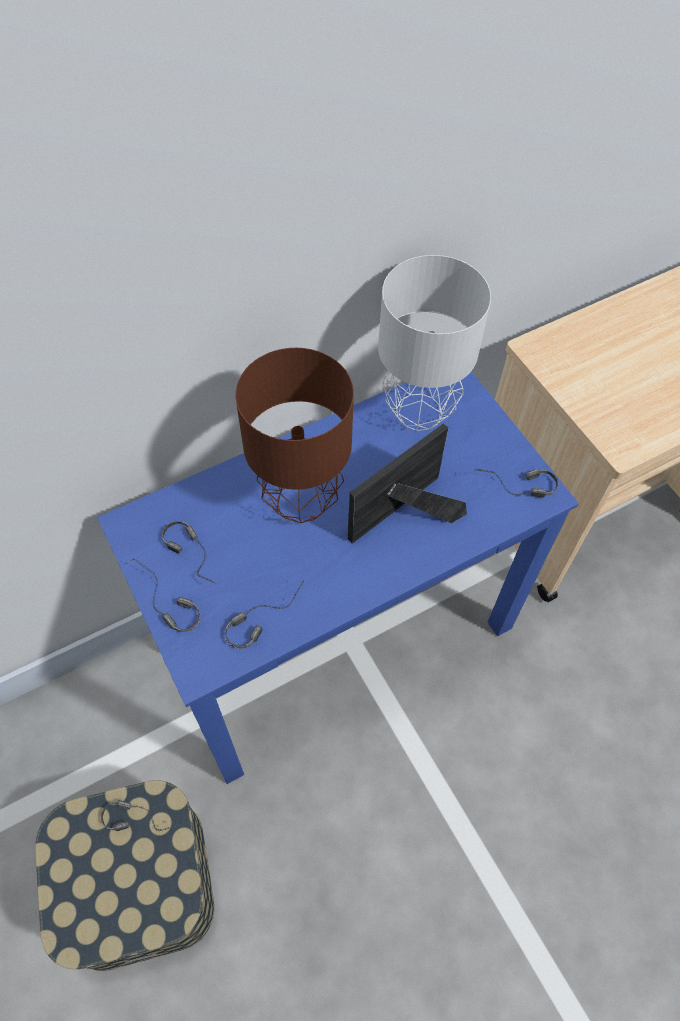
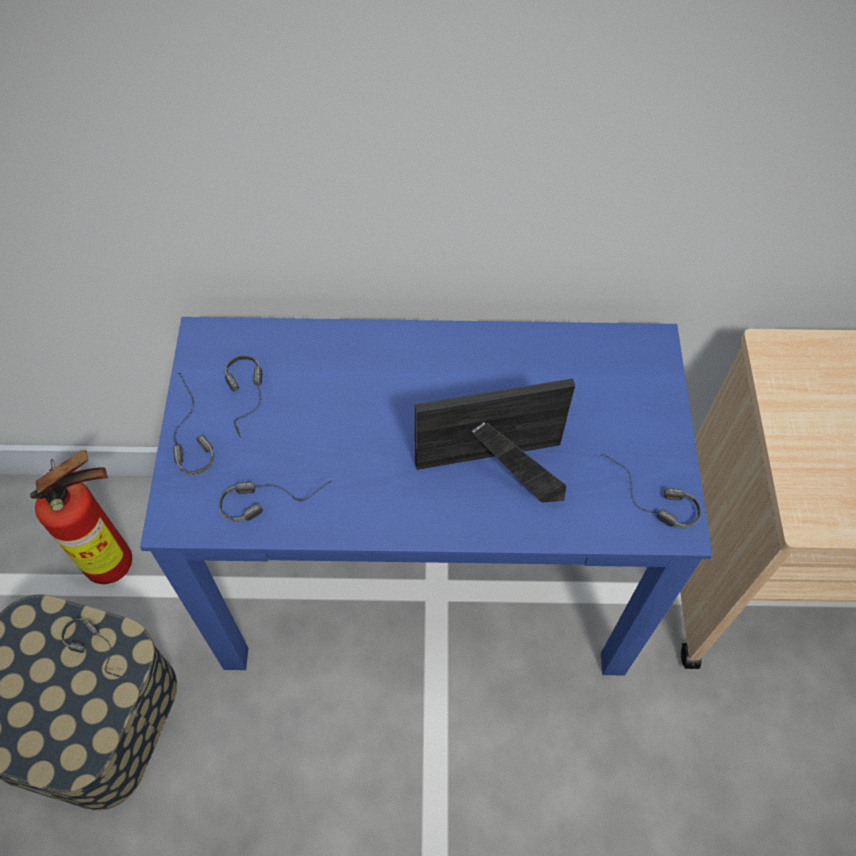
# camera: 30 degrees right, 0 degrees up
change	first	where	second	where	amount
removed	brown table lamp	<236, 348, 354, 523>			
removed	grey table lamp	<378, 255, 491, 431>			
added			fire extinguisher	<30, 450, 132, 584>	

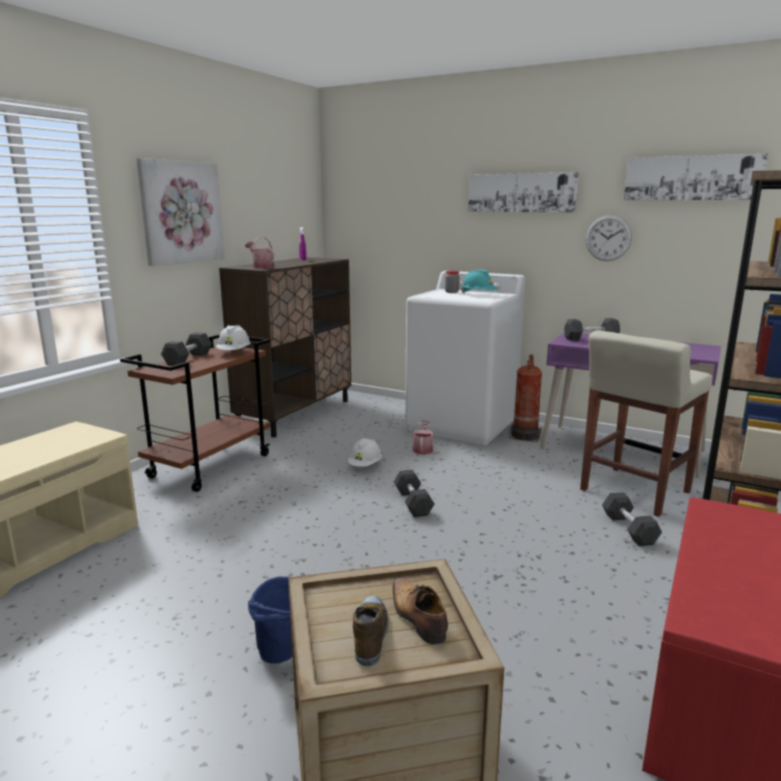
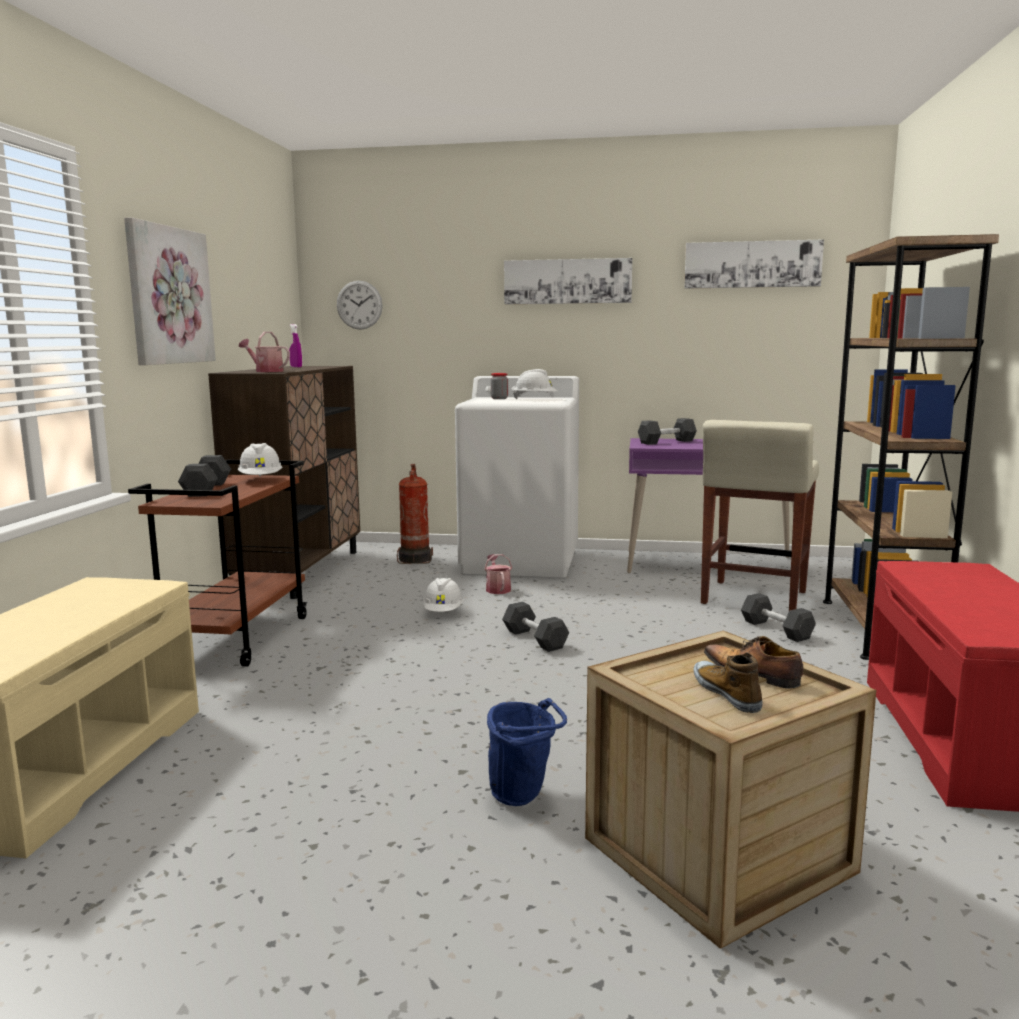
# camera: 20 degrees left, 5 degrees down
change	first	where	second	where	amount
recoloured	turquoise hard hat	<461, 270, 498, 294>	white hard hat	<513, 369, 558, 399>	
moved	fire extinguisher	<509, 354, 542, 442>		<397, 464, 433, 564>	
moved	wall clock	<586, 215, 632, 261>		<337, 281, 383, 330>	

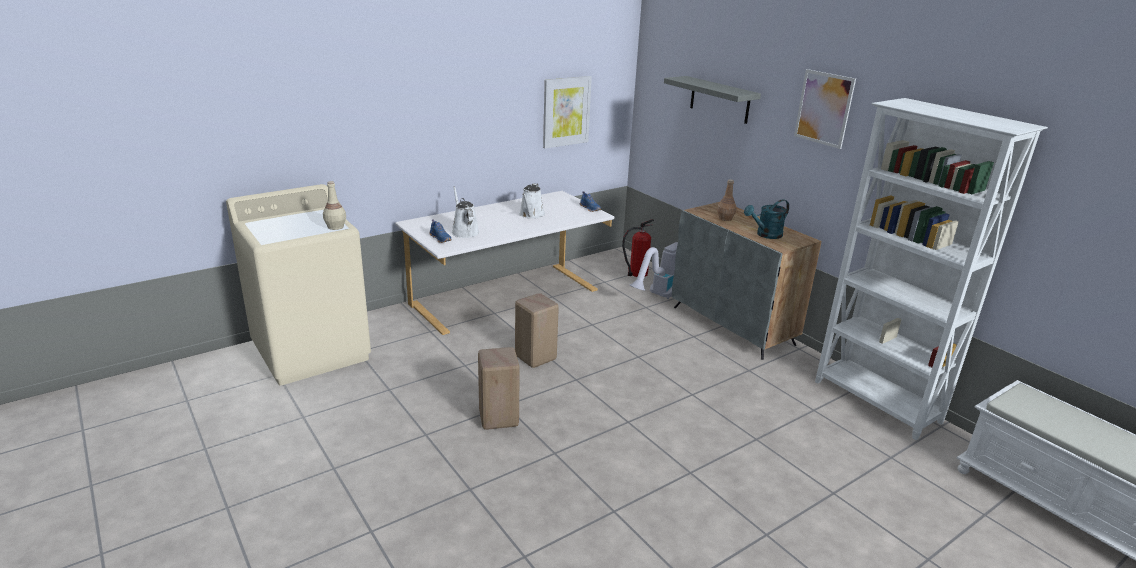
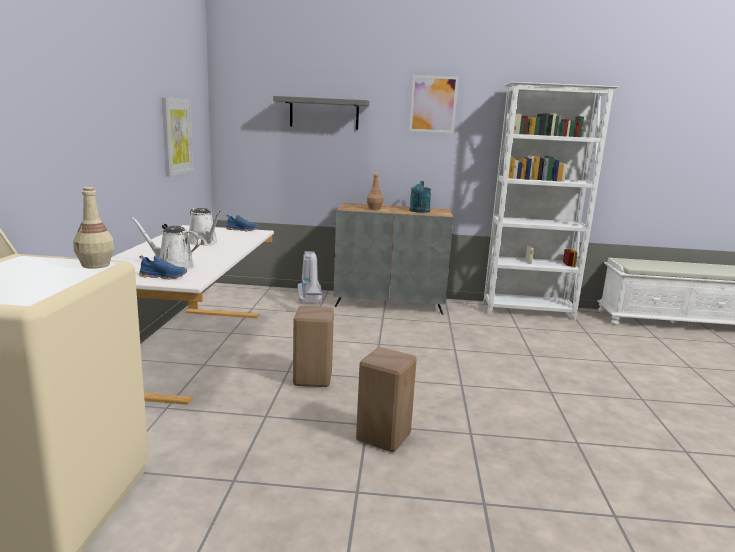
# camera: 50 degrees left, 10 degrees down
change	first	where	second	where	amount
removed	fire extinguisher	<622, 219, 654, 277>			

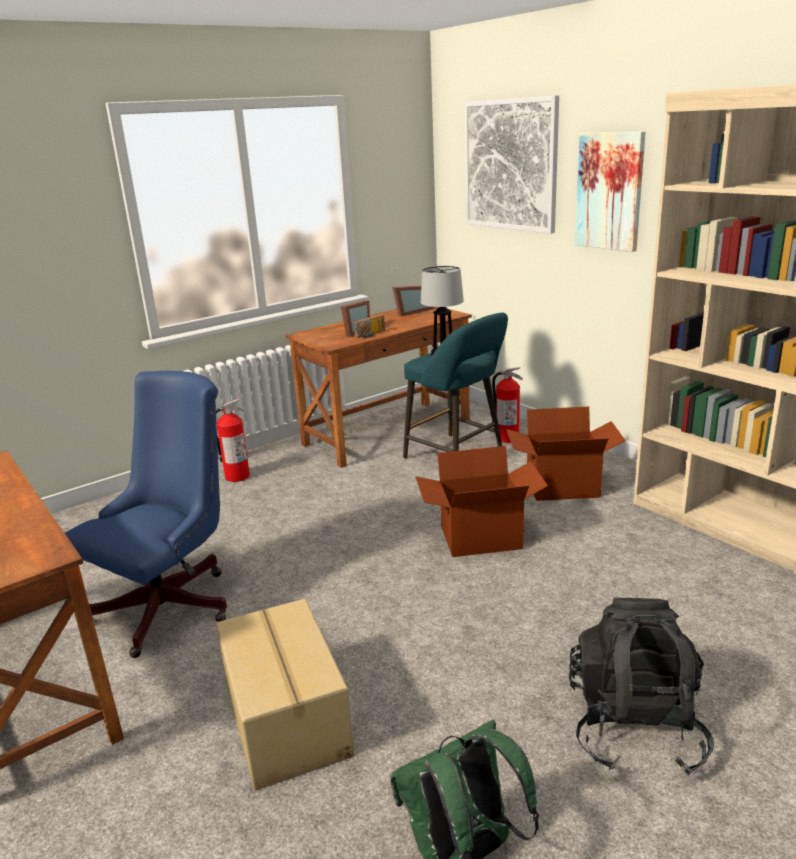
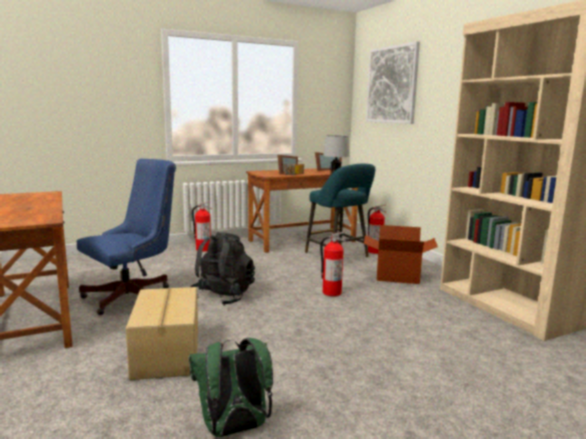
# camera: 10 degrees right, 10 degrees down
change	first	where	second	where	amount
replaced	cardboard box	<415, 446, 548, 557>	fire extinguisher	<320, 232, 346, 296>	
moved	black backpack	<569, 598, 714, 776>		<190, 232, 255, 306>	
removed	picture	<575, 131, 646, 252>			

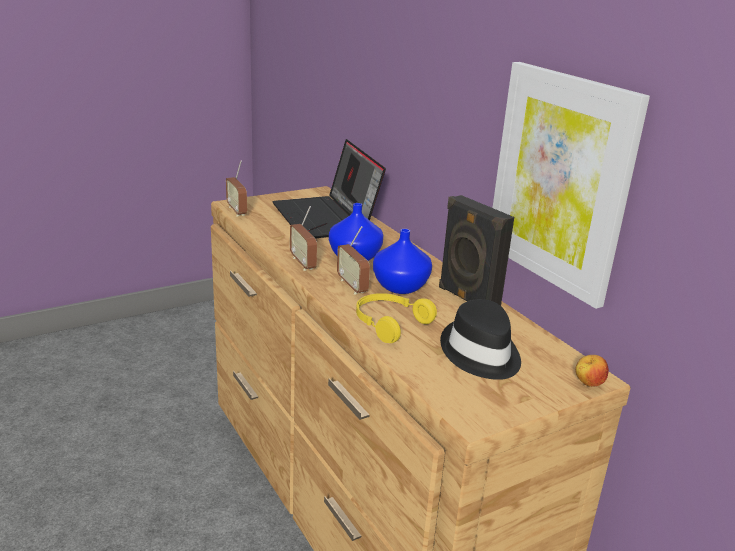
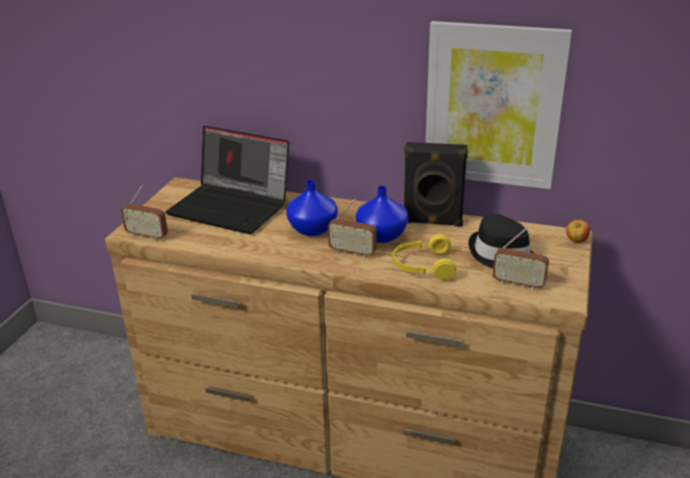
# camera: 40 degrees left, 5 degrees up
change	first	where	second	where	amount
moved	radio	<290, 206, 317, 271>		<493, 227, 549, 291>	

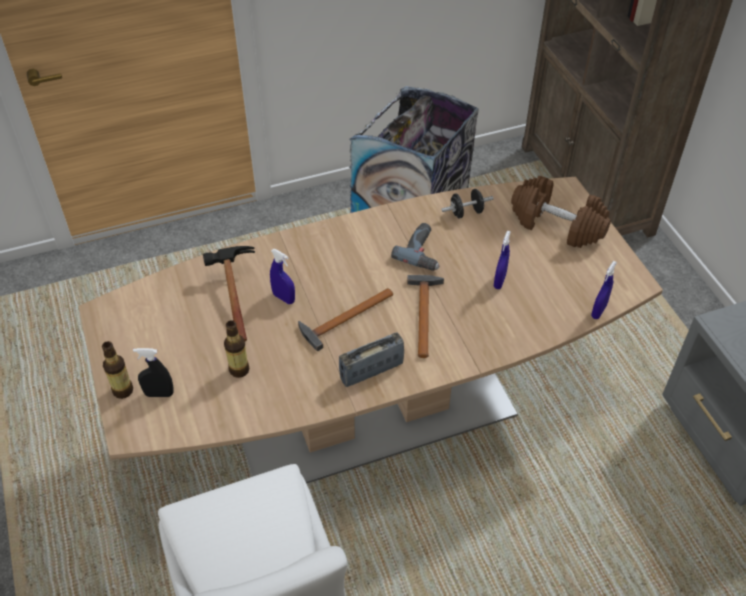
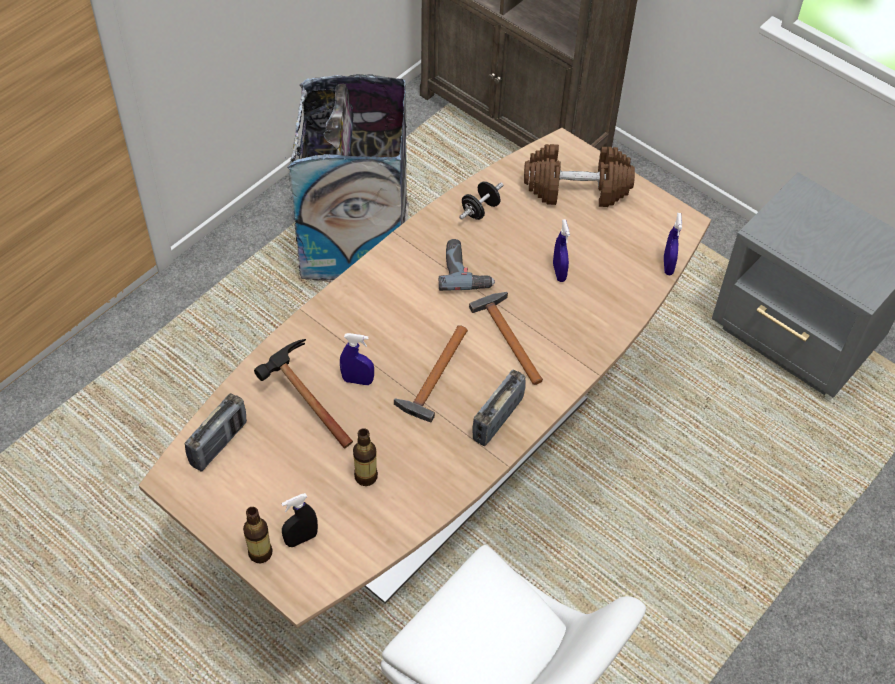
# camera: 30 degrees left, 5 degrees up
change	first	where	second	where	amount
added			radio	<185, 393, 247, 472>	

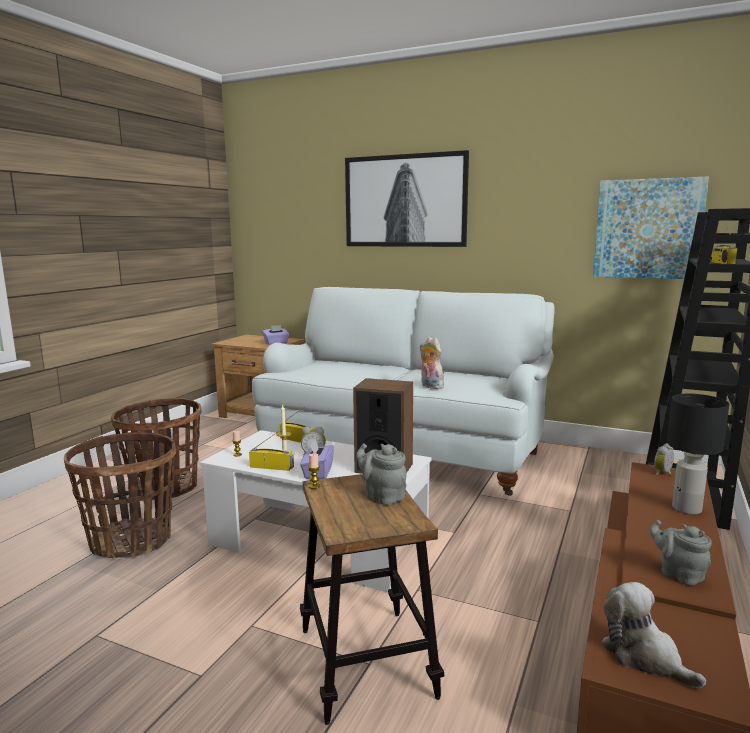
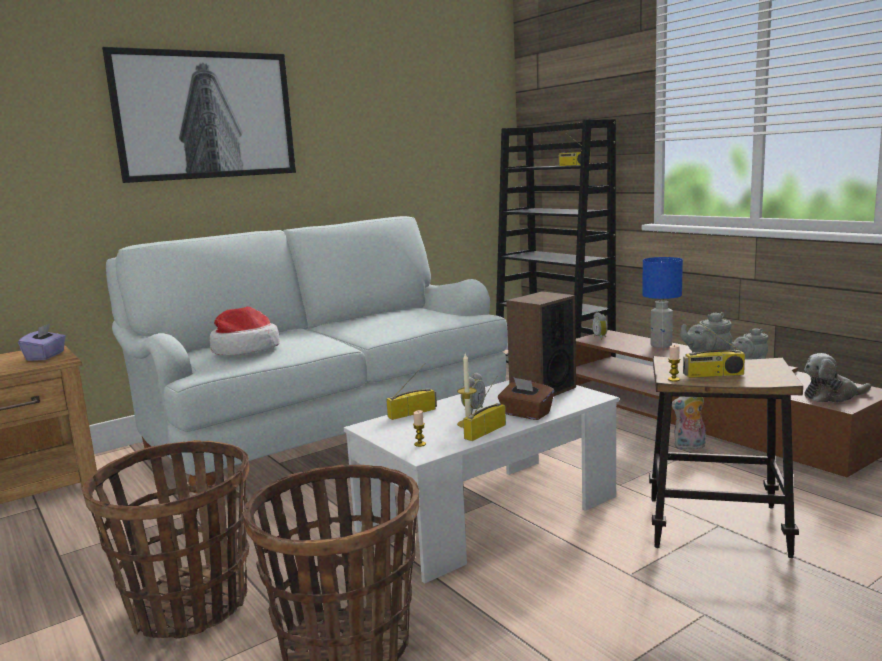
# camera: 60 degrees left, 0 degrees up
change	first	where	second	where	amount
recoloured	purple tissue box	<300, 439, 334, 479>	brown tissue box	<498, 377, 554, 420>	
moved	plush toy	<420, 337, 445, 389>		<672, 397, 706, 450>	
removed	picture	<593, 176, 709, 279>			
recoloured	black table lamp	<667, 394, 729, 515>	blue table lamp	<642, 257, 683, 348>	
added			hat	<210, 307, 280, 355>	
added			radio	<683, 321, 745, 378>	

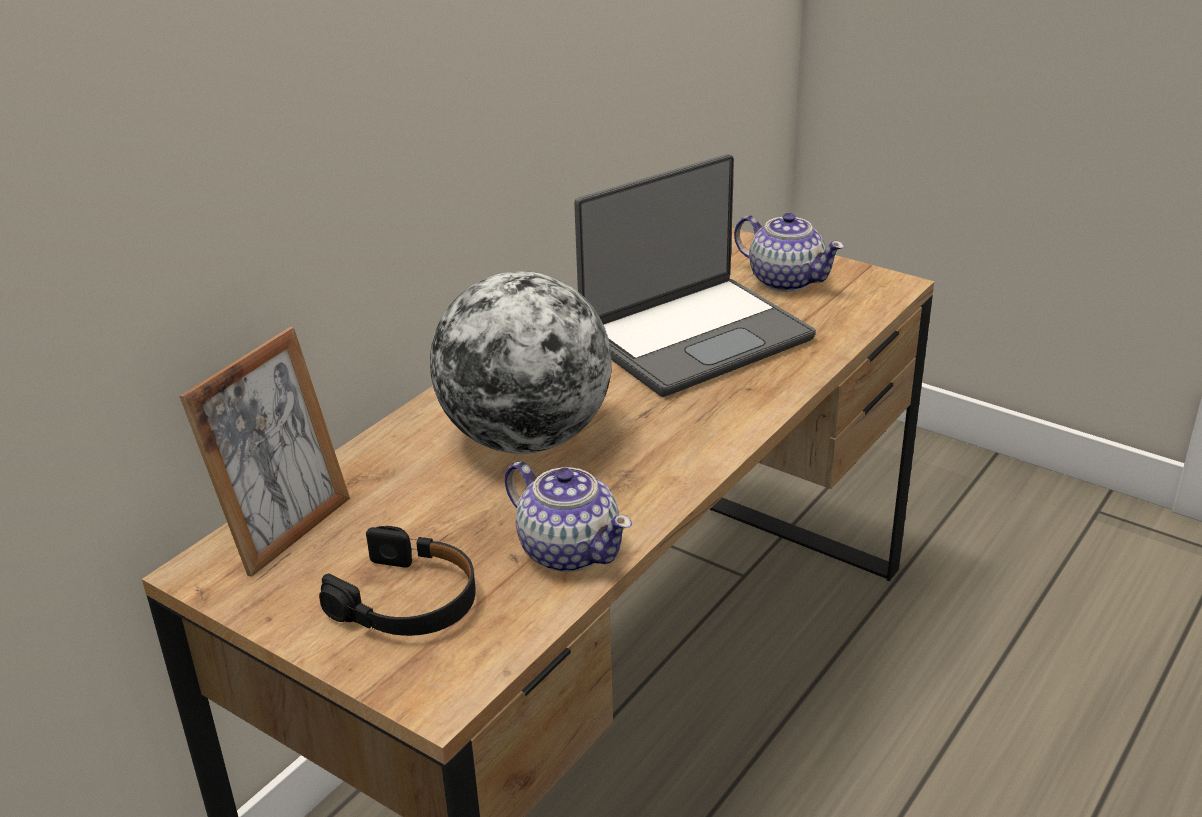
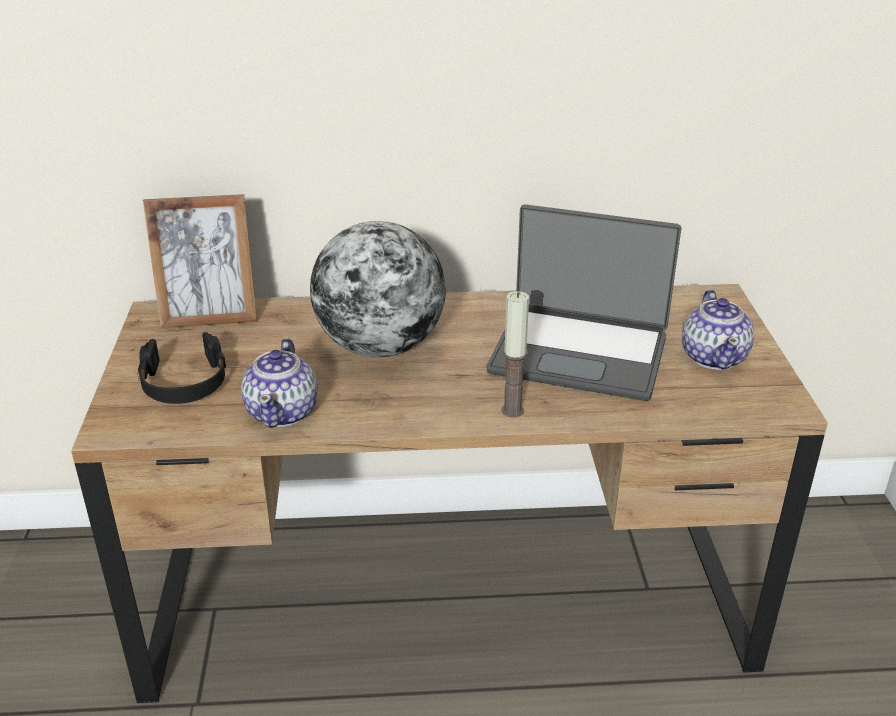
# camera: 50 degrees right, 0 degrees up
change	first	where	second	where	amount
added			candle	<501, 291, 529, 418>	

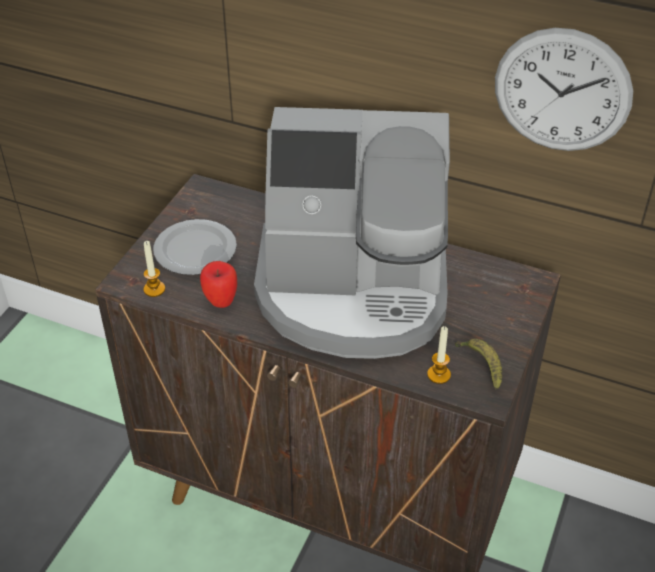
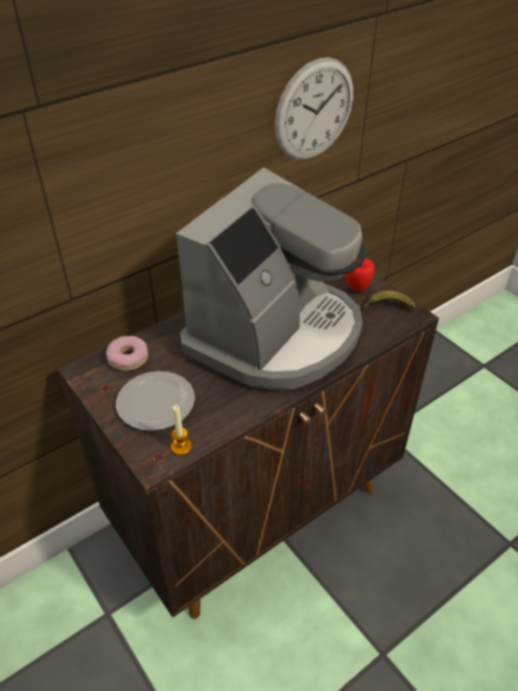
# camera: 60 degrees left, 0 degrees up
change	first	where	second	where	amount
moved	apple	<200, 261, 237, 308>		<346, 257, 375, 292>	
removed	candle	<427, 326, 451, 384>			
added			donut	<106, 336, 148, 371>	

